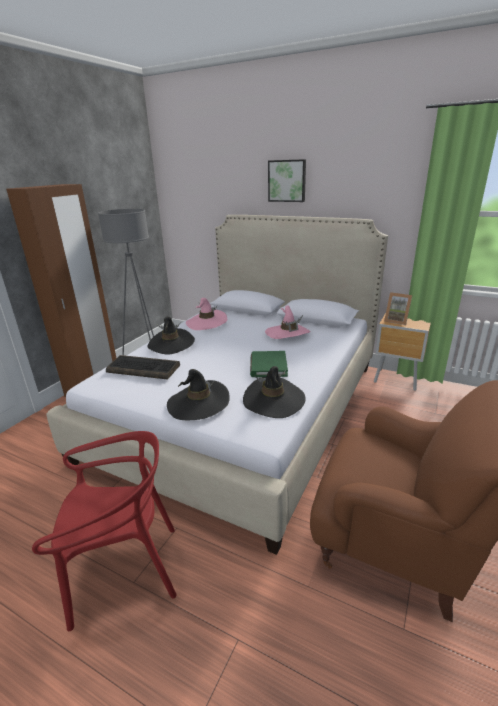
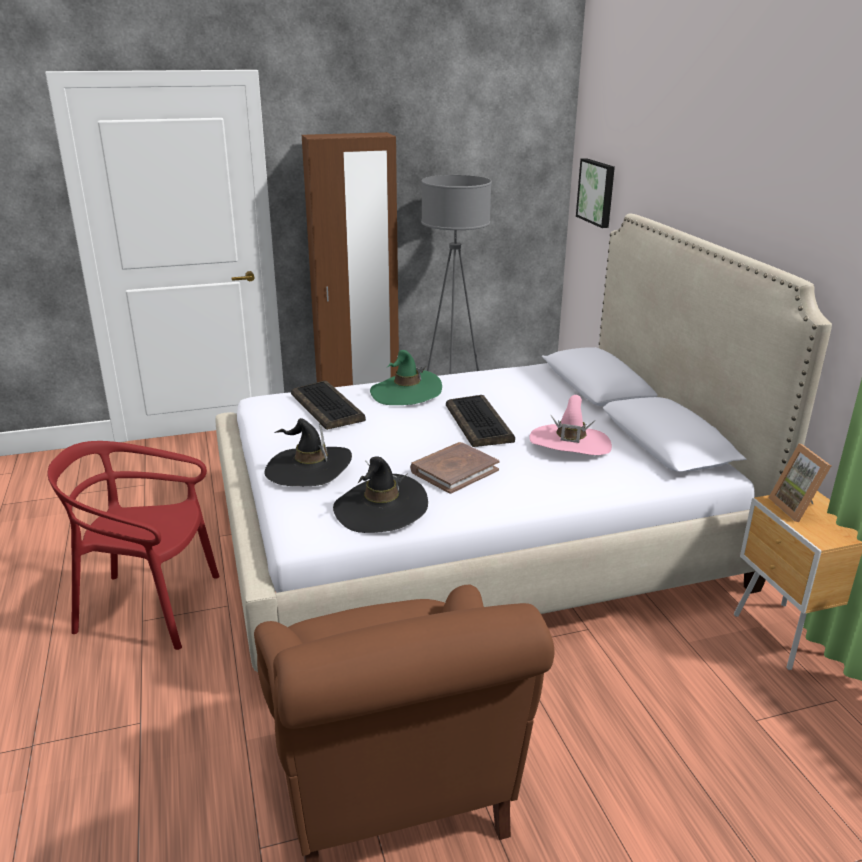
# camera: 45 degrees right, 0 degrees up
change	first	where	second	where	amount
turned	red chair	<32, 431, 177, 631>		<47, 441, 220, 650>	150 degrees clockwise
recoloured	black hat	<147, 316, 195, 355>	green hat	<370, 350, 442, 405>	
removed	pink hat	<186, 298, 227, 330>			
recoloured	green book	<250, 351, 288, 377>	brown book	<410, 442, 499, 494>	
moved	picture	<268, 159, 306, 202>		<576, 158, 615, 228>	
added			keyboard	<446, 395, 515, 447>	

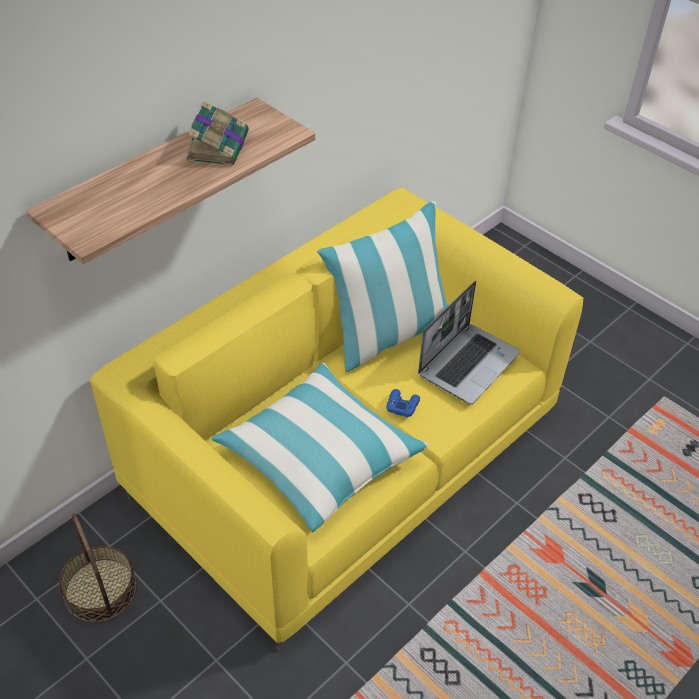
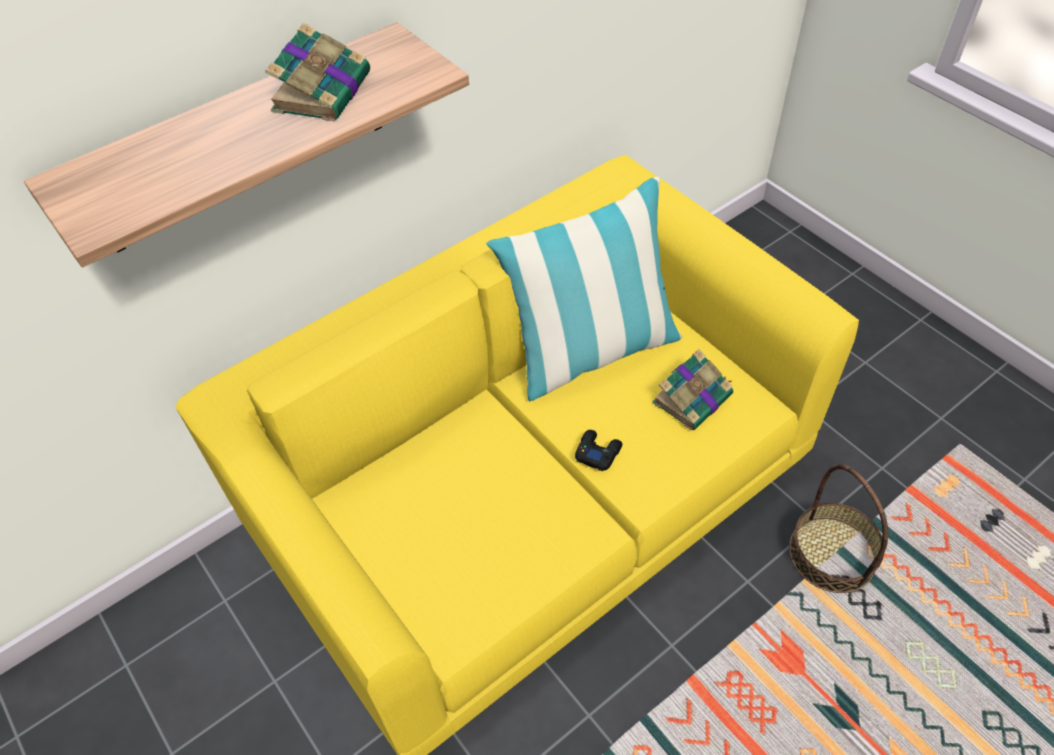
# camera: 10 degrees right, 5 degrees up
change	first	where	second	where	amount
moved	basket	<59, 513, 137, 623>		<789, 464, 888, 593>	
removed	pillow	<212, 362, 428, 532>			
recoloured	blue game controller	<386, 389, 420, 417>	black game controller	<575, 430, 622, 471>	
replaced	laptop	<418, 281, 520, 404>	book	<652, 349, 733, 431>	

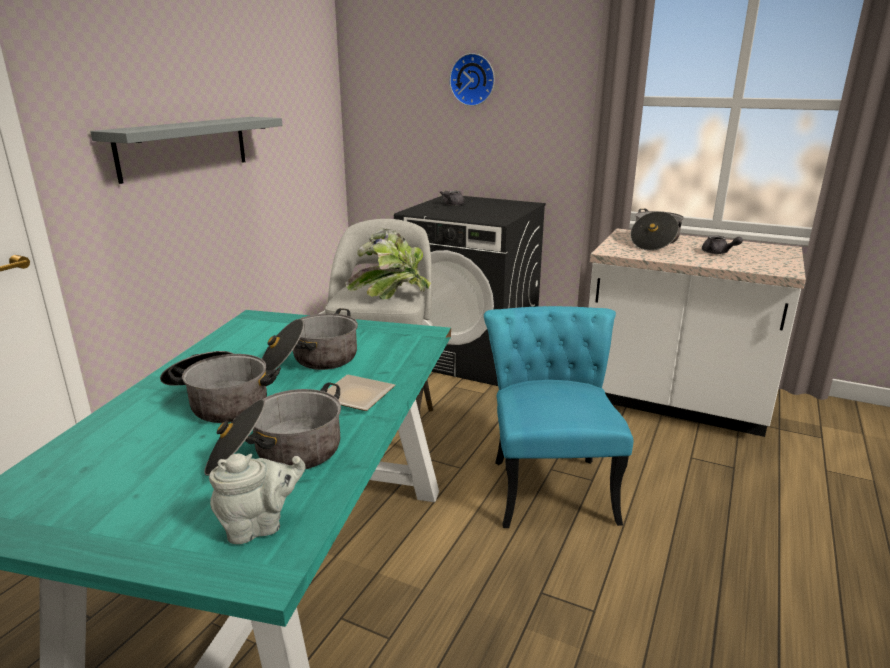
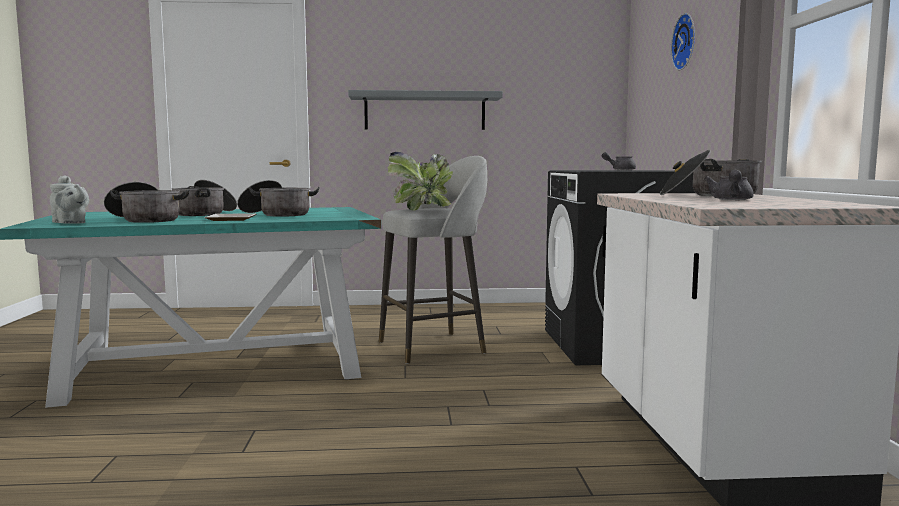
# camera: 60 degrees right, 15 degrees down
change	first	where	second	where	amount
removed	turquoise chair	<484, 306, 633, 528>			

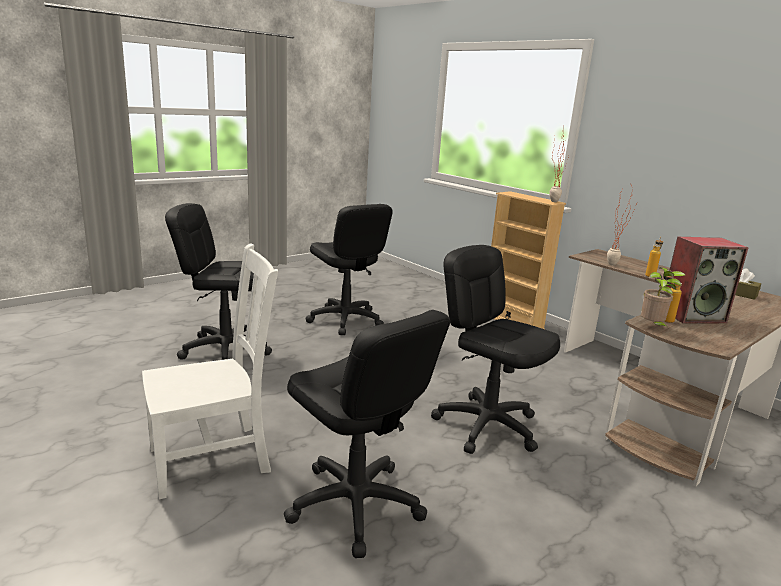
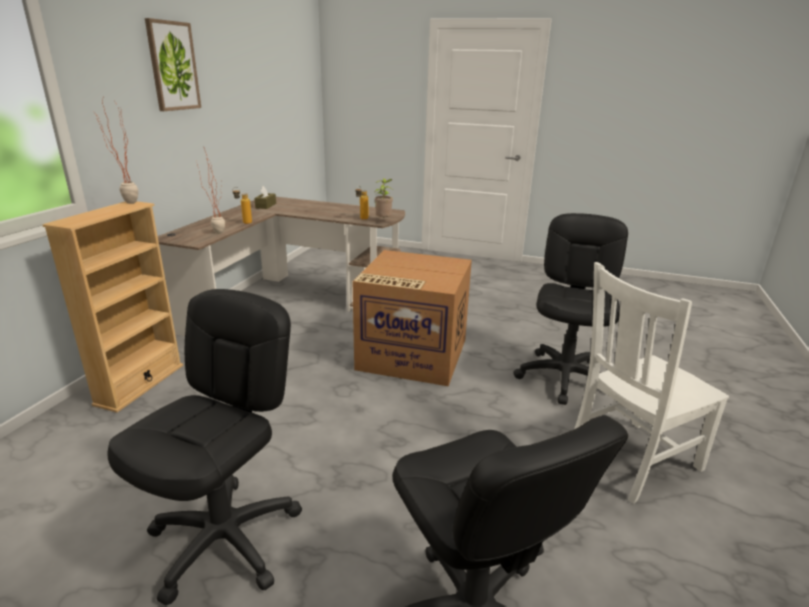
# camera: 120 degrees left, 5 degrees up
change	first	where	second	where	amount
turned	white chair	<142, 243, 278, 499>		<574, 262, 729, 504>	60 degrees counterclockwise
replaced	black office chair	<431, 245, 560, 454>	cardboard box	<352, 250, 472, 386>	
removed	speaker	<665, 237, 749, 323>			
added			picture	<145, 18, 201, 111>	

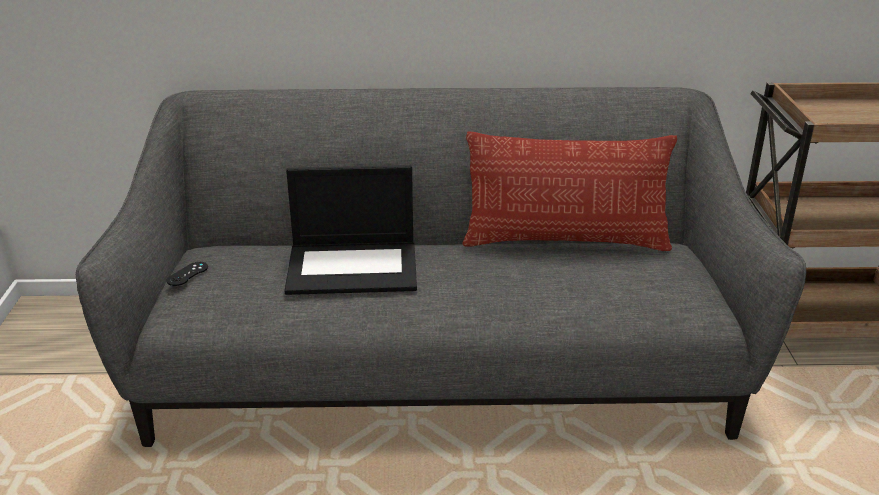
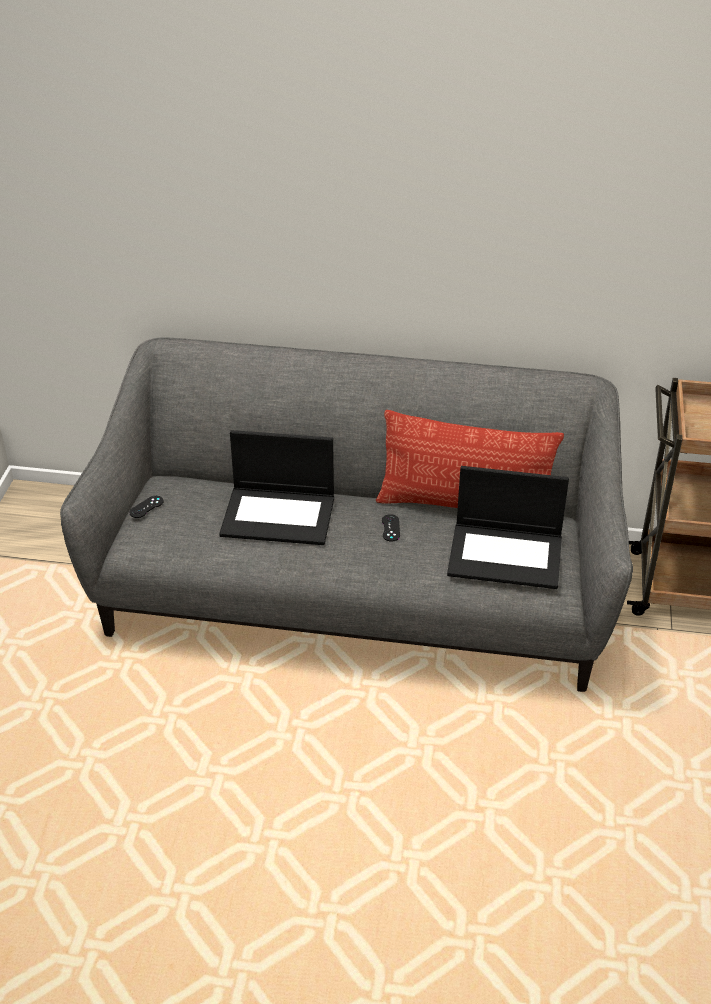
# camera: 10 degrees right, 10 degrees up
change	first	where	second	where	amount
added			black game controller	<382, 514, 400, 542>	
added			laptop	<447, 466, 569, 589>	

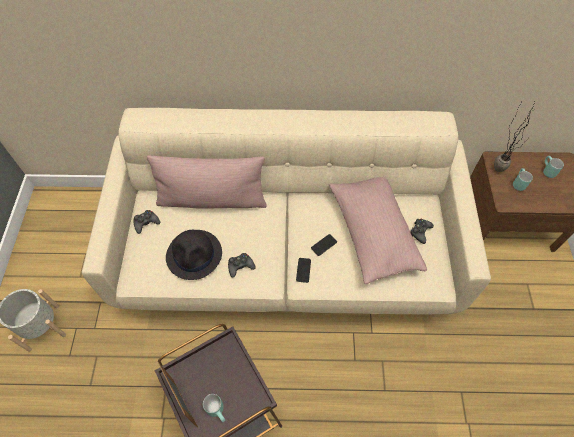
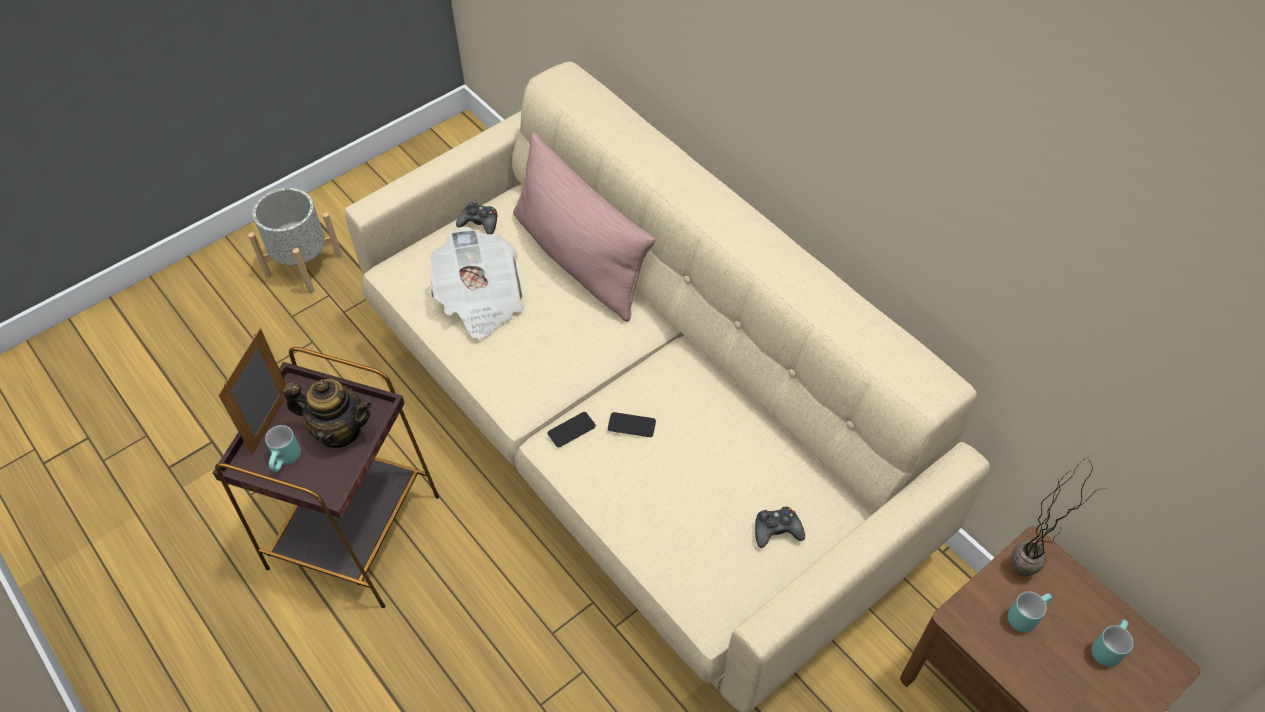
# camera: 50 degrees right, 5 degrees down
change	first	where	second	where	amount
replaced	black hat	<166, 230, 222, 280>	newspaper	<430, 227, 524, 339>	
removed	black game controller	<228, 253, 256, 278>			
removed	pink pillow	<329, 177, 427, 284>			
added			teapot	<283, 379, 372, 448>	

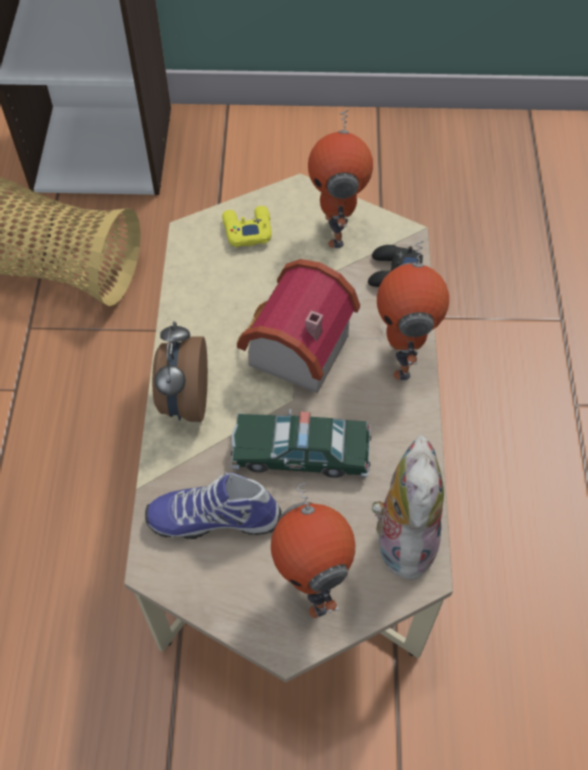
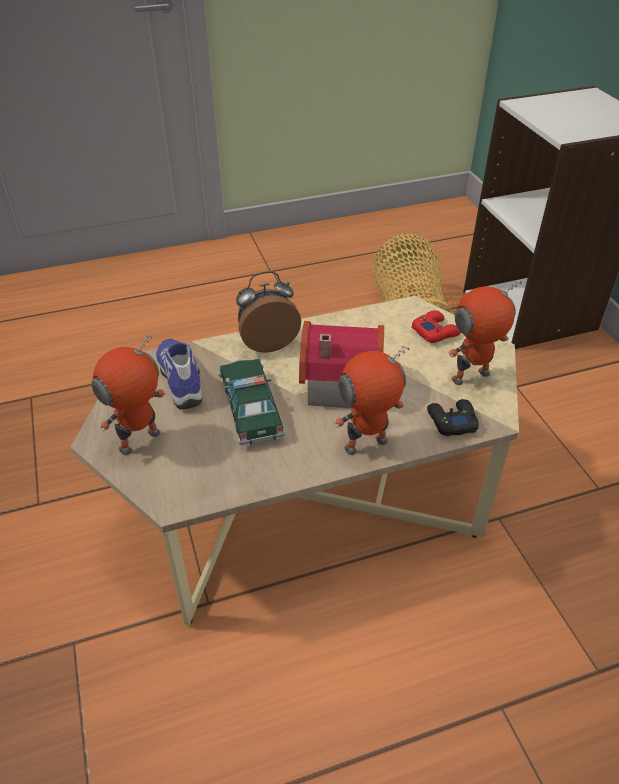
# camera: 70 degrees right, 15 degrees down
change	first	where	second	where	amount
recoloured	yellow game controller	<222, 206, 272, 247>	red game controller	<412, 310, 461, 343>	
removed	plush toy	<372, 435, 444, 585>			

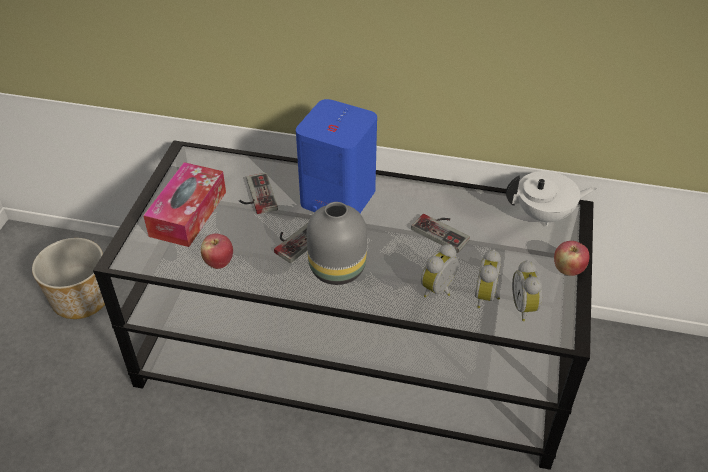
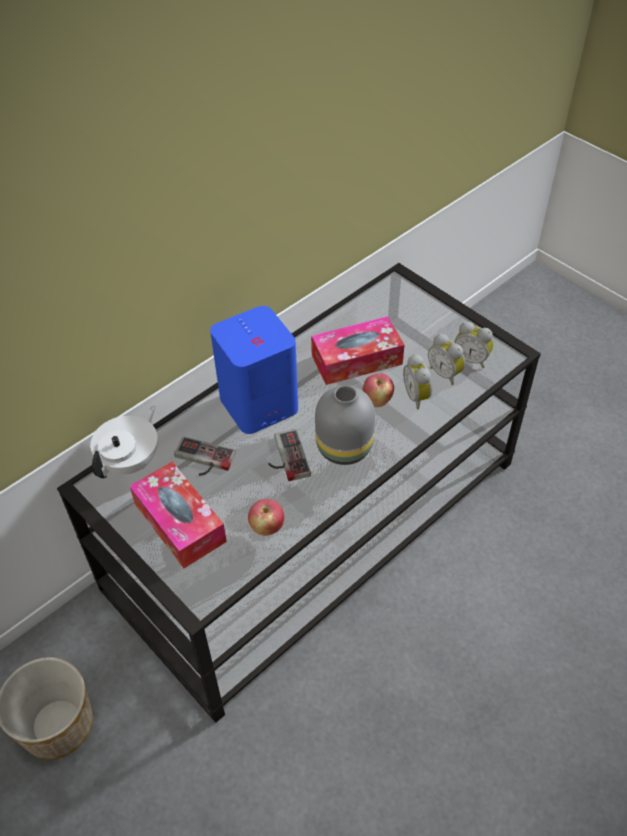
# camera: 55 degrees left, 5 degrees up
change	first	where	second	where	amount
replaced	game controller	<411, 214, 470, 253>	tissue box	<311, 316, 404, 385>	
moved	white teapot	<506, 171, 597, 226>		<90, 406, 158, 478>	
moved	apple	<554, 241, 589, 276>		<362, 374, 394, 407>	

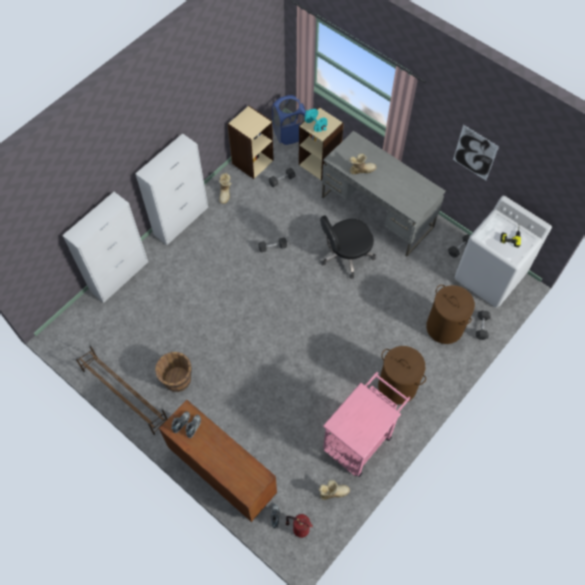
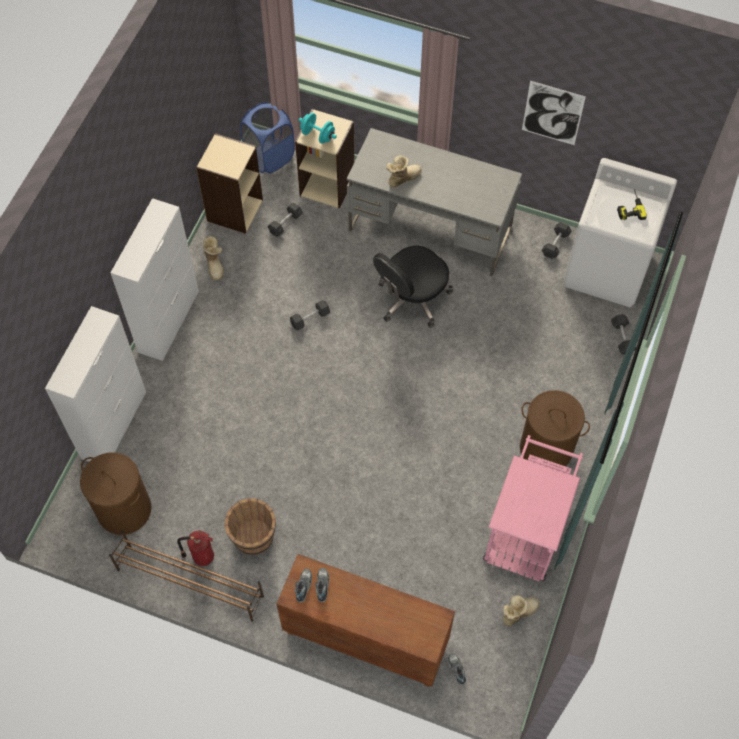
# camera: 20 degrees left, 0 degrees up
change	first	where	second	where	amount
moved	fire extinguisher	<286, 514, 313, 538>		<177, 531, 214, 566>	
moved	brown laundry basket	<426, 285, 475, 344>		<80, 452, 151, 535>	

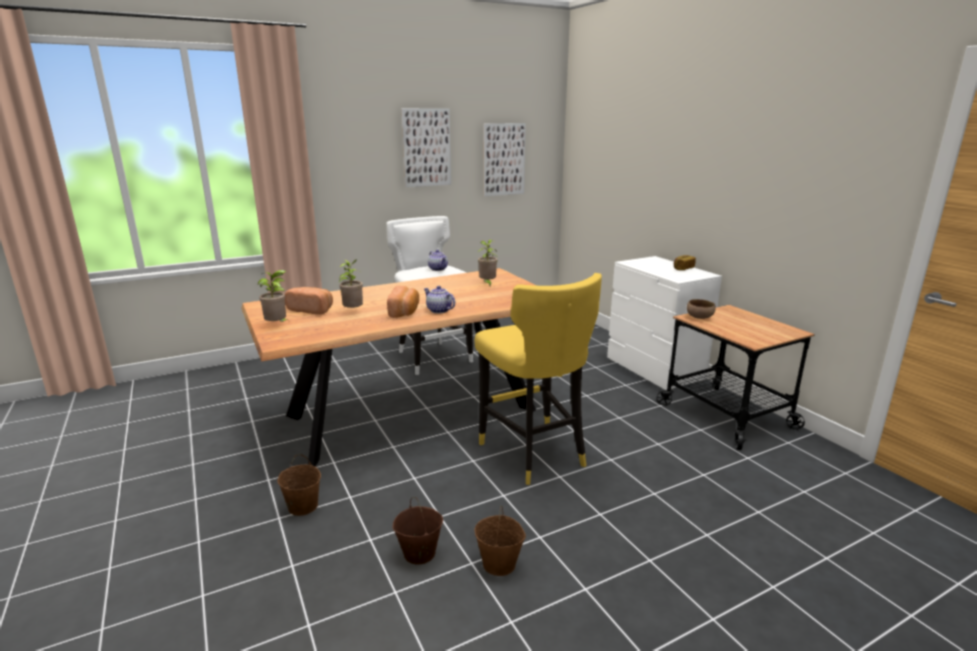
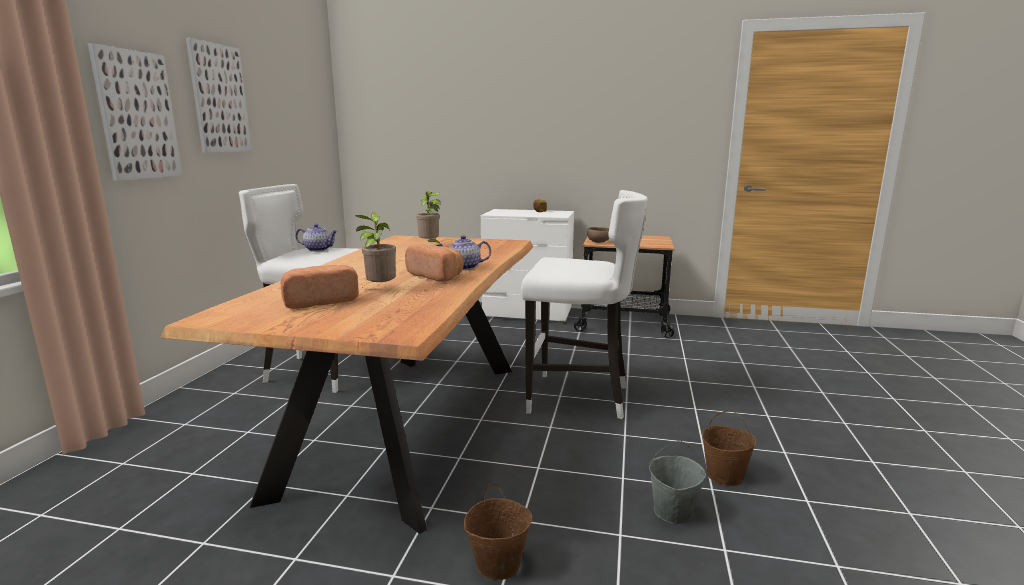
# camera: 50 degrees left, 5 degrees down
change	first	where	second	where	amount
removed	potted plant	<258, 270, 288, 322>			
recoloured	brown bucket	<393, 497, 443, 565>	grey bucket	<649, 441, 706, 524>	
recoloured	yellow stool	<475, 273, 602, 485>	white stool	<521, 190, 648, 419>	
moved	picture	<484, 123, 526, 196>		<88, 43, 183, 181>	

